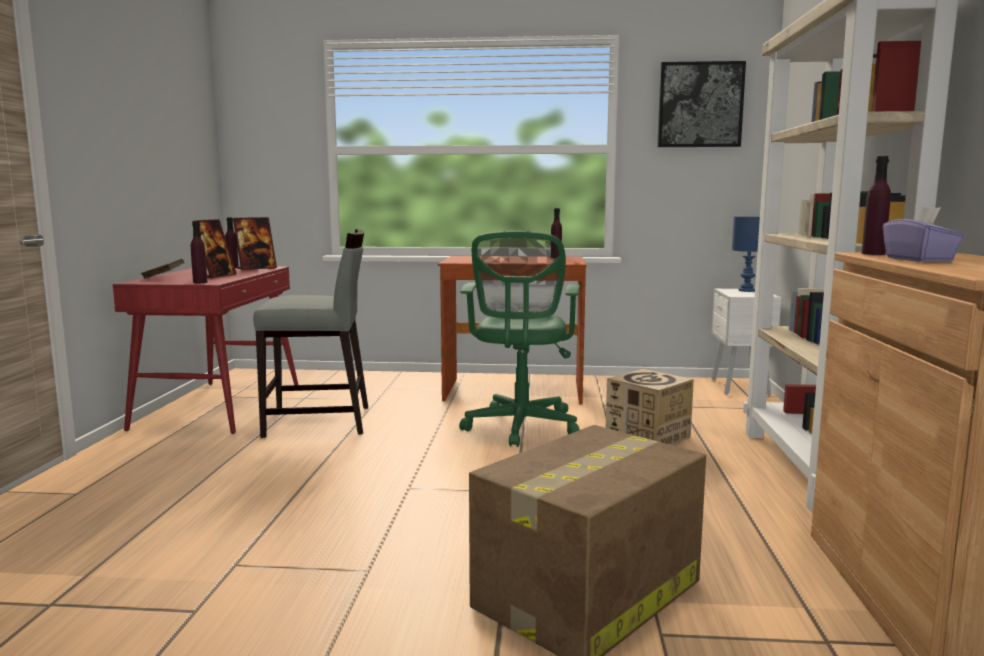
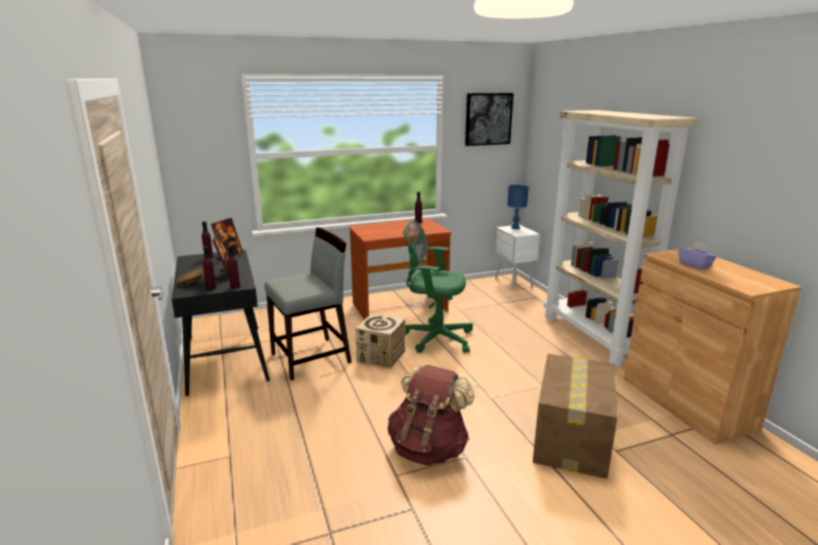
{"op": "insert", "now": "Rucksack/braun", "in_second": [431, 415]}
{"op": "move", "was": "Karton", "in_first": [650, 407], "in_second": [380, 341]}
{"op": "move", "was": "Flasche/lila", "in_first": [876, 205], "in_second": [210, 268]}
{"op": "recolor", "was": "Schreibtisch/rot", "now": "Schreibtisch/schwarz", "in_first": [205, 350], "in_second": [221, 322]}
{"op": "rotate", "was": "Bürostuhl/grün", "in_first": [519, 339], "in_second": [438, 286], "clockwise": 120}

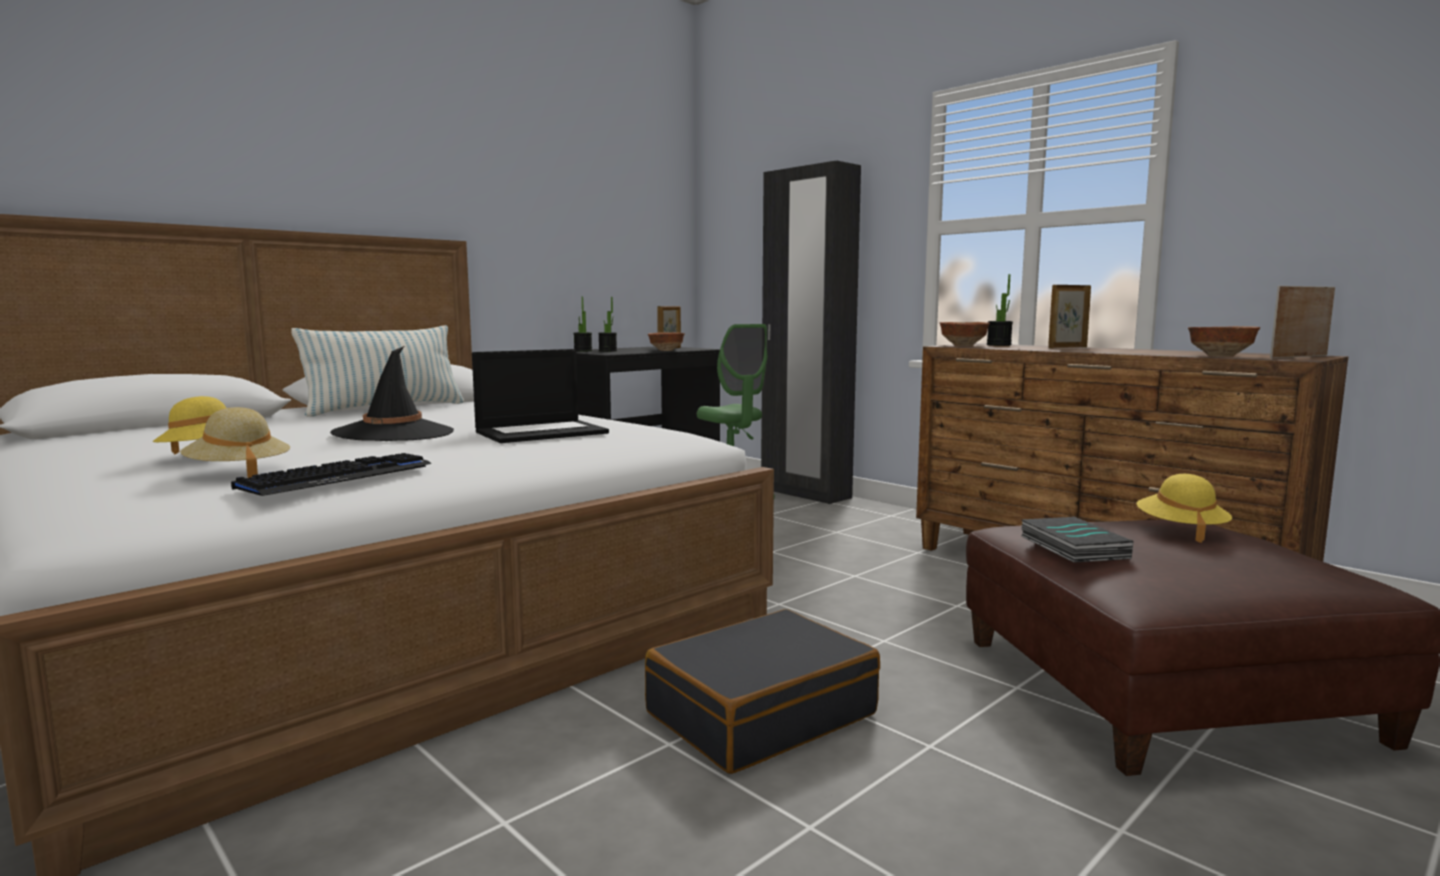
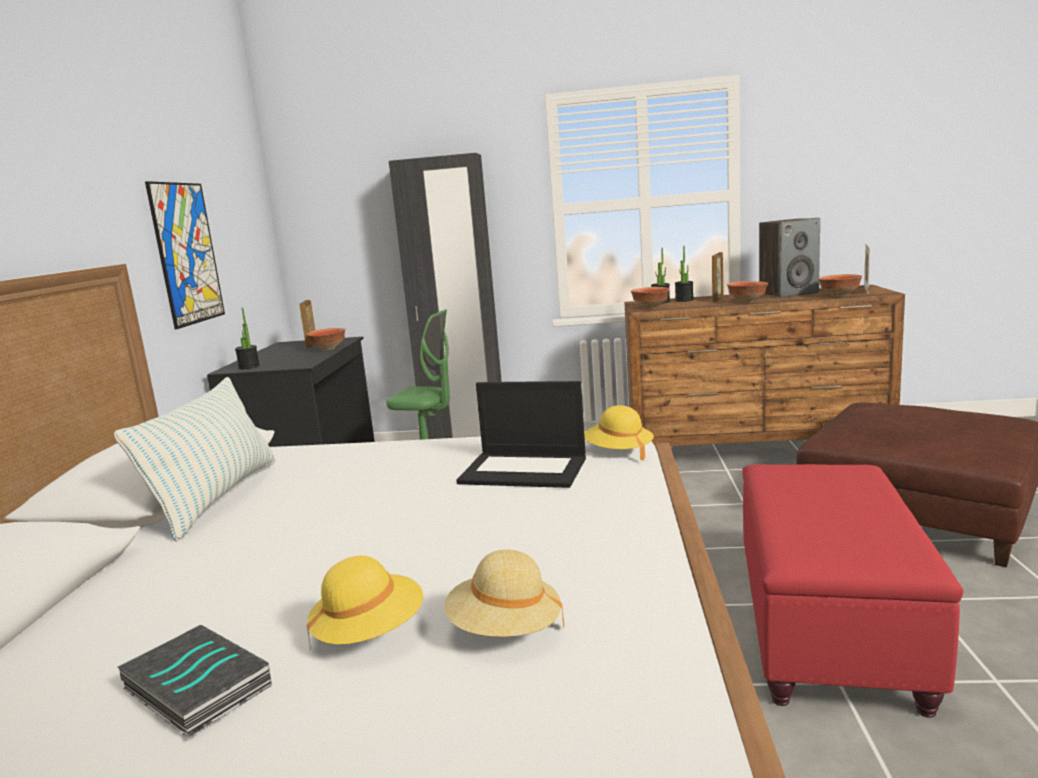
{"op": "delete", "was": "Tastatur", "in_first": [331, 474]}
{"op": "delete", "was": "Hut/schwarz", "in_first": [392, 393]}
{"op": "insert", "now": "Bild", "in_second": [185, 255]}
{"op": "insert", "now": "Schüssel", "in_second": [747, 292]}
{"op": "insert", "now": "Lautsprecher", "in_second": [789, 258]}
{"op": "move", "was": "Topfpflanze", "in_first": [607, 324], "in_second": [684, 274]}
{"op": "move", "was": "Buch", "in_first": [1077, 540], "in_second": [194, 681]}
{"op": "move", "was": "Hut/gelb", "in_first": [1184, 508], "in_second": [619, 433]}
{"op": "replace", "was": "Koffer/schwarz", "now": "Polsterhocker/rot", "in_first": [762, 691], "in_second": [853, 591]}
{"op": "rotate", "was": "Laptop", "in_first": [540, 396], "in_second": [521, 434], "clockwise": 90}

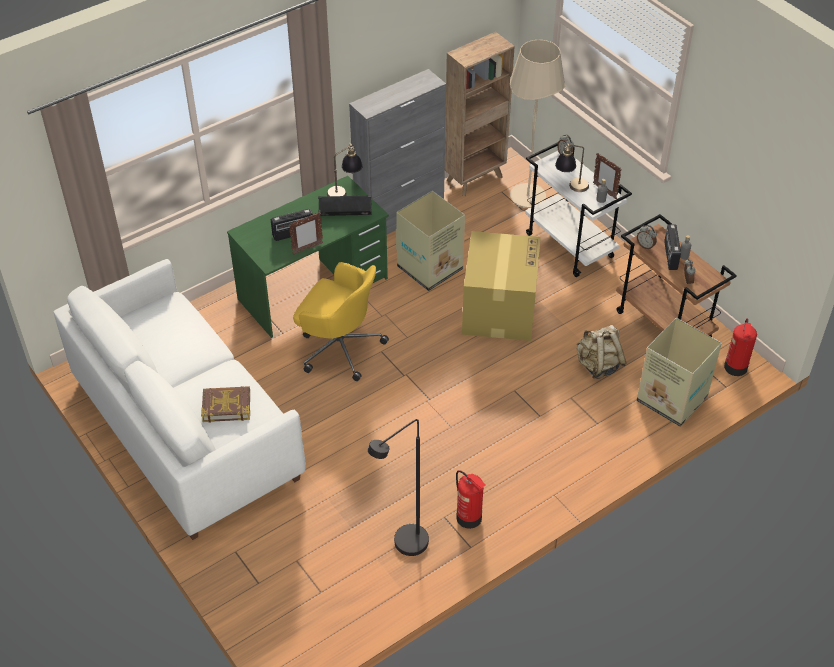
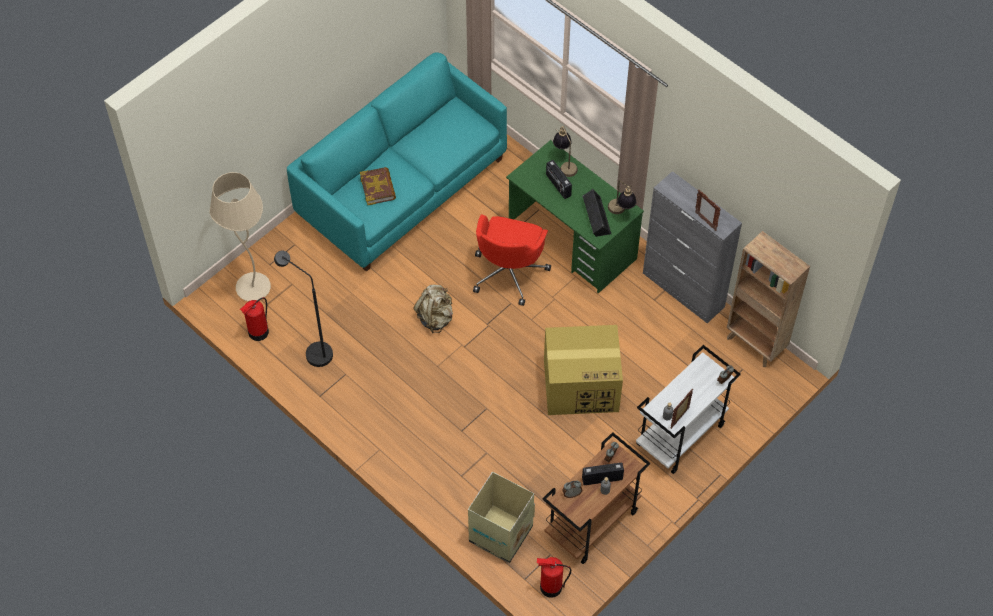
{"op": "delete", "was": "Karton", "in_first": [430, 241]}
{"op": "move", "was": "Bilderrahmen", "in_first": [306, 233], "in_second": [708, 210]}
{"op": "move", "was": "Feuerlöscher", "in_first": [471, 499], "in_second": [254, 319]}
{"op": "move", "was": "Stehlampe/beige", "in_first": [537, 124], "in_second": [240, 236]}
{"op": "move", "was": "Tischlampe", "in_first": [572, 167], "in_second": [565, 151]}
{"op": "move", "was": "Rucksack/beige", "in_first": [601, 352], "in_second": [433, 309]}
{"op": "recolor", "was": "Sofa/weiß", "now": "Sofa/türkis", "in_first": [179, 399], "in_second": [397, 162]}
{"op": "recolor", "was": "Bürostuhl/gelb", "now": "Bürostuhl/rot", "in_first": [341, 321], "in_second": [512, 260]}

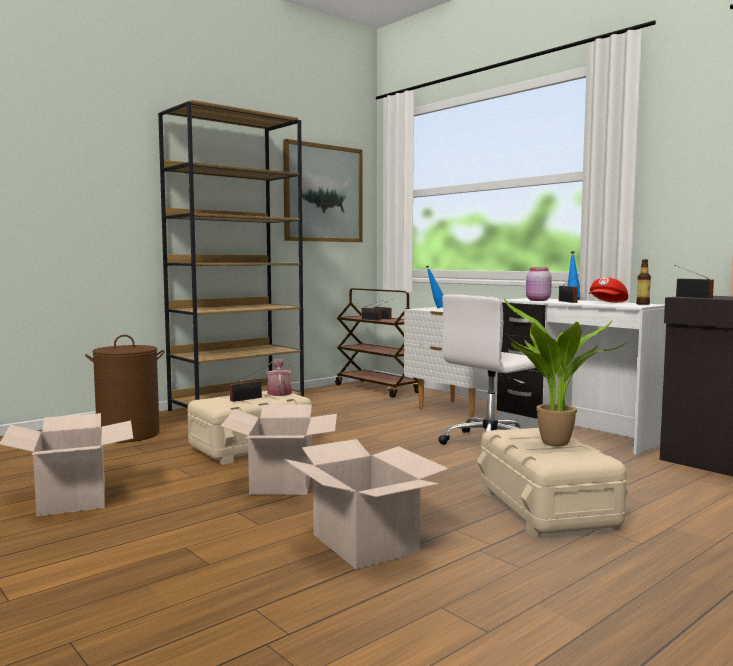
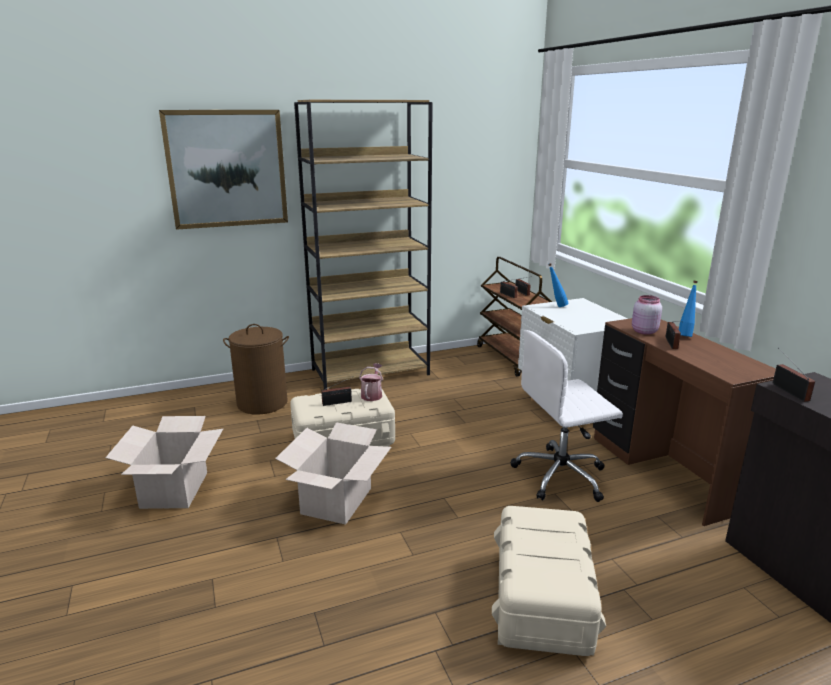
{"op": "delete", "was": "Karton", "in_first": [366, 504]}
{"op": "delete", "was": "Topfpflanze", "in_first": [565, 372]}
{"op": "delete", "was": "Kappe/rot", "in_first": [608, 290]}
{"op": "delete", "was": "Flasche", "in_first": [643, 282]}
{"op": "move", "was": "Bild", "in_first": [322, 190], "in_second": [223, 170]}
{"op": "recolor", "was": "Schreibtisch/weiß", "now": "Schreibtisch/braun", "in_first": [581, 376], "in_second": [684, 422]}

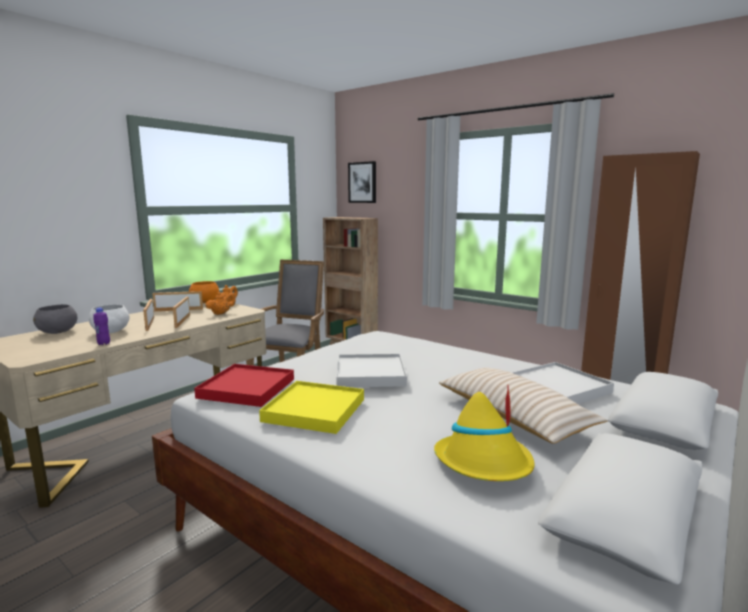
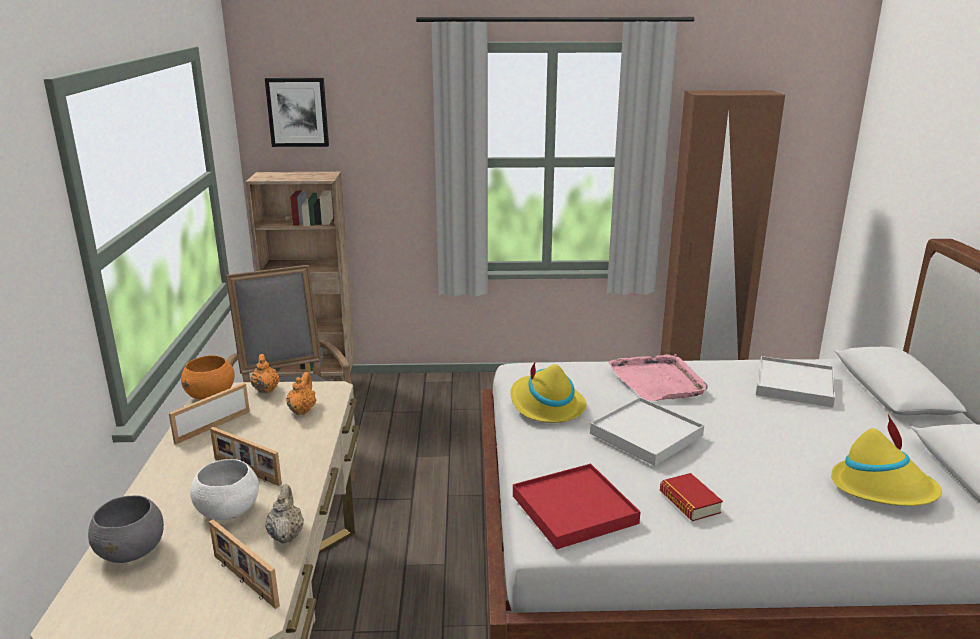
{"op": "delete", "was": "Kissen/beige", "in_first": [523, 406]}
{"op": "insert", "now": "Hut/gelb", "in_second": [549, 392]}
{"op": "insert", "now": "Tablett/rosa", "in_second": [658, 377]}
{"op": "move", "was": "Bilderrahmen", "in_first": [181, 312], "in_second": [244, 564]}
{"op": "replace", "was": "Flasche/lila", "now": "Teekanne/beige", "in_first": [101, 326], "in_second": [284, 514]}
{"op": "replace", "was": "Tablett/gelb", "now": "Buch", "in_first": [311, 407], "in_second": [691, 497]}

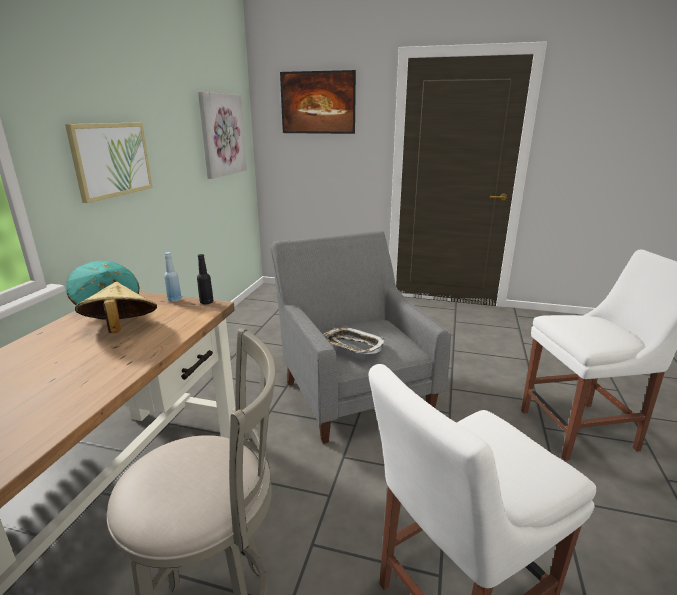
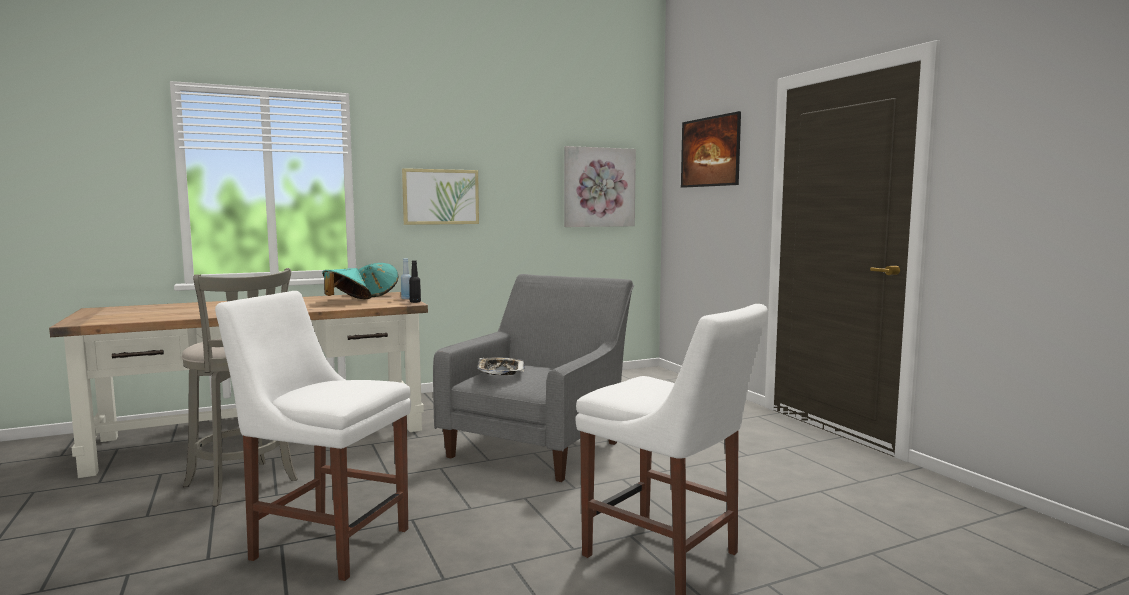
{"op": "recolor", "was": "Hut/beige", "now": "Hut/türkis", "in_first": [116, 307], "in_second": [346, 283]}

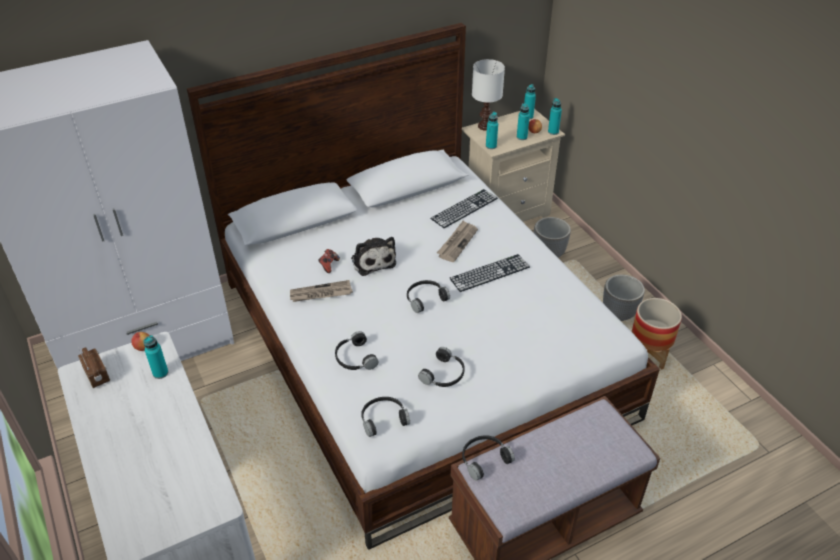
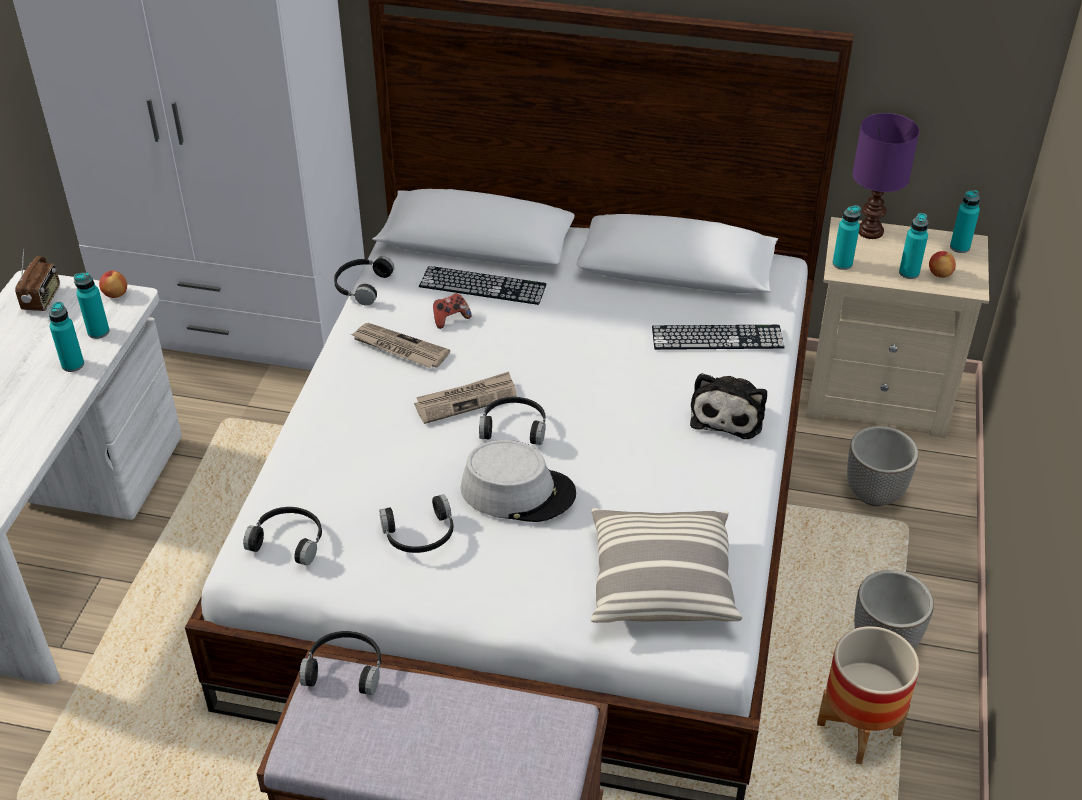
{"op": "insert", "now": "Hut/grau", "in_second": [518, 481]}
{"op": "insert", "now": "Kissen", "in_second": [666, 565]}
{"op": "move", "was": "Kopfhörer/schwarz", "in_first": [357, 350], "in_second": [364, 281]}
{"op": "move", "was": "Plüschtier", "in_first": [373, 256], "in_second": [728, 406]}
{"op": "move", "was": "Zeitung", "in_first": [457, 241], "in_second": [465, 398]}
{"op": "move", "was": "Tastatur", "in_first": [489, 273], "in_second": [483, 285]}
{"op": "move", "was": "Flasche/türkis", "in_first": [555, 116], "in_second": [66, 337]}
{"op": "recolor", "was": "Tischlampe/weiß", "now": "Tischlampe/lila", "in_first": [488, 95], "in_second": [886, 176]}

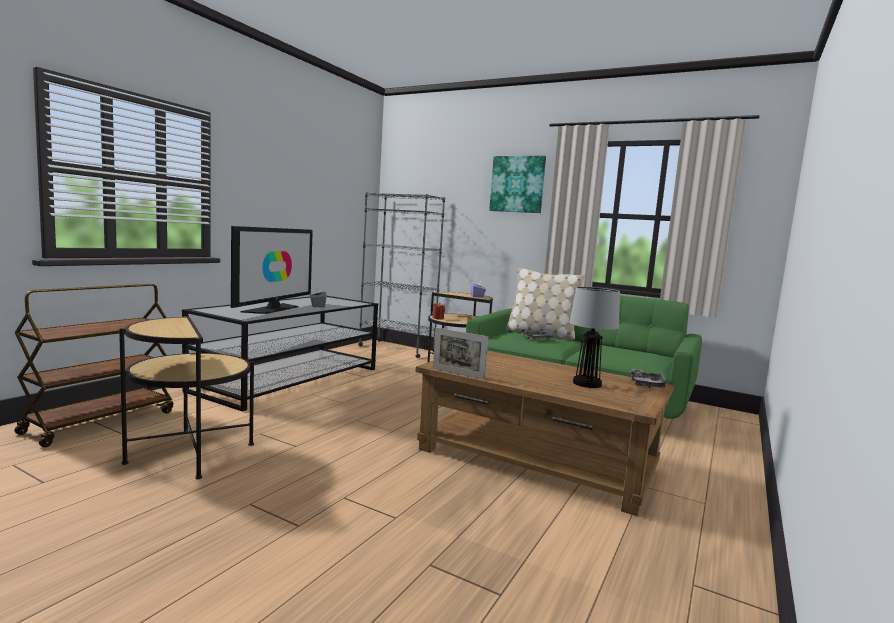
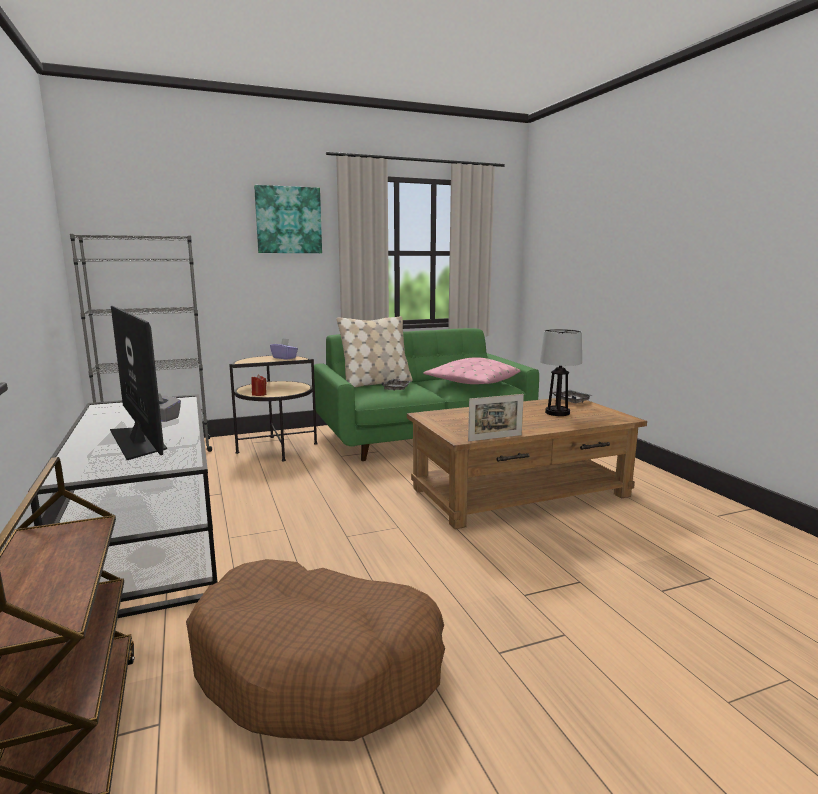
{"op": "insert", "now": "Kissen/rosa", "in_second": [471, 370]}
{"op": "replace", "was": "Beistelltisch", "now": "Hundebett/braun", "in_first": [186, 397], "in_second": [315, 650]}

